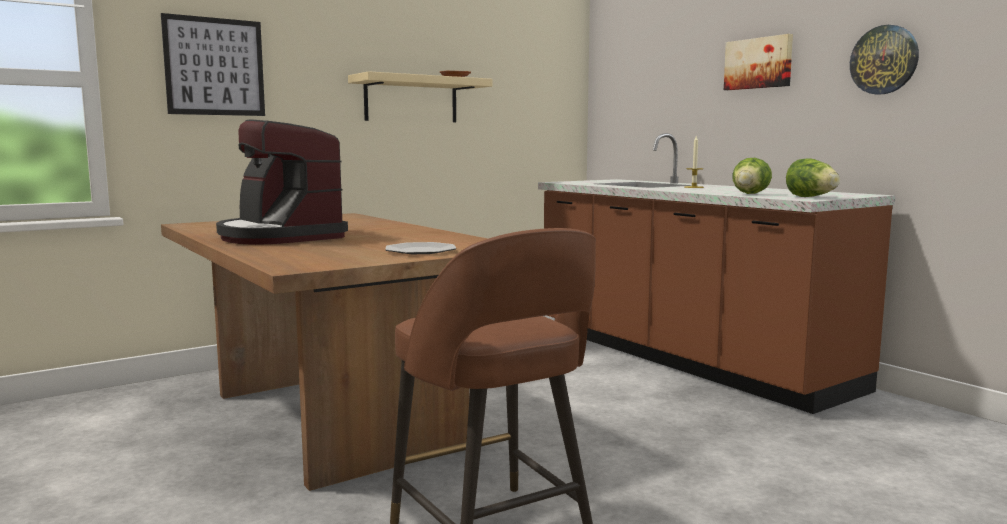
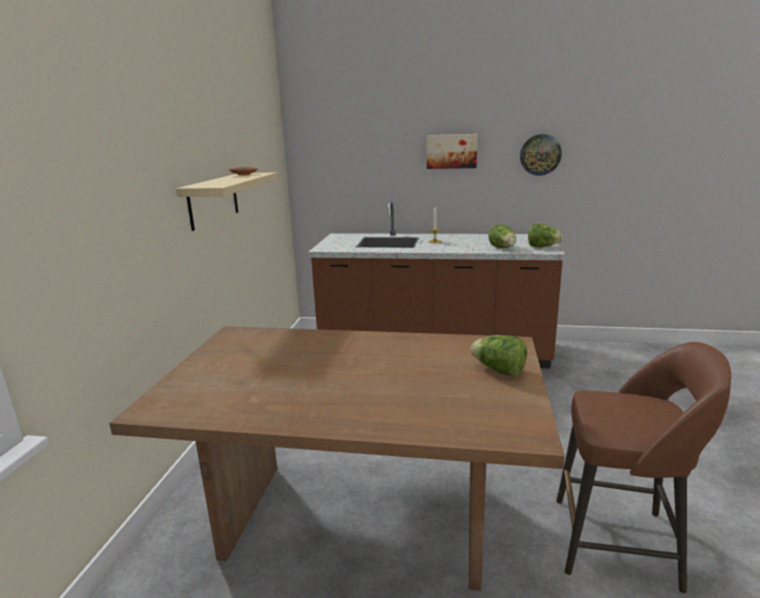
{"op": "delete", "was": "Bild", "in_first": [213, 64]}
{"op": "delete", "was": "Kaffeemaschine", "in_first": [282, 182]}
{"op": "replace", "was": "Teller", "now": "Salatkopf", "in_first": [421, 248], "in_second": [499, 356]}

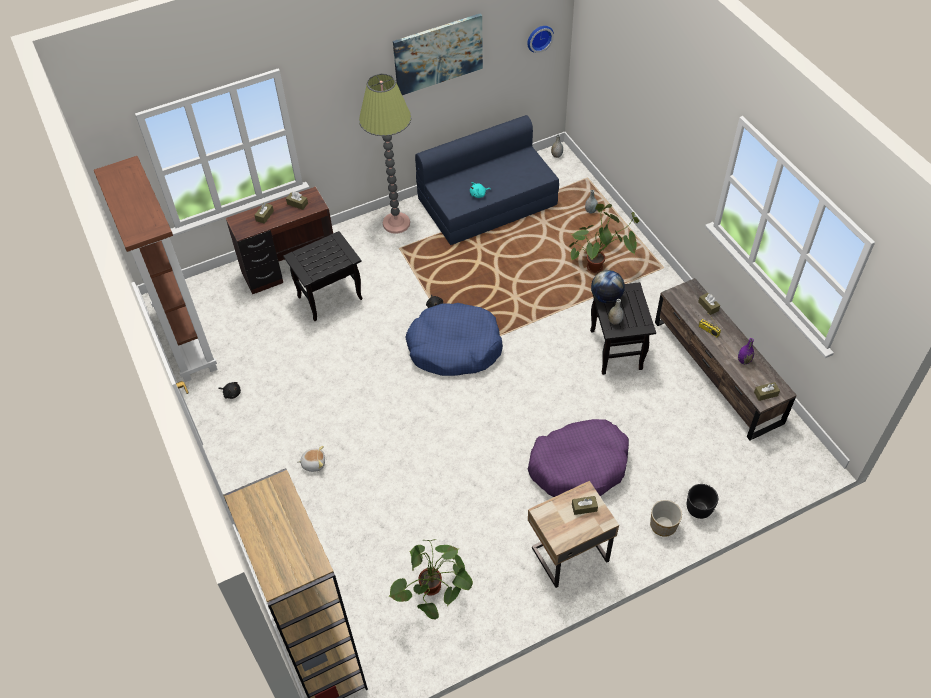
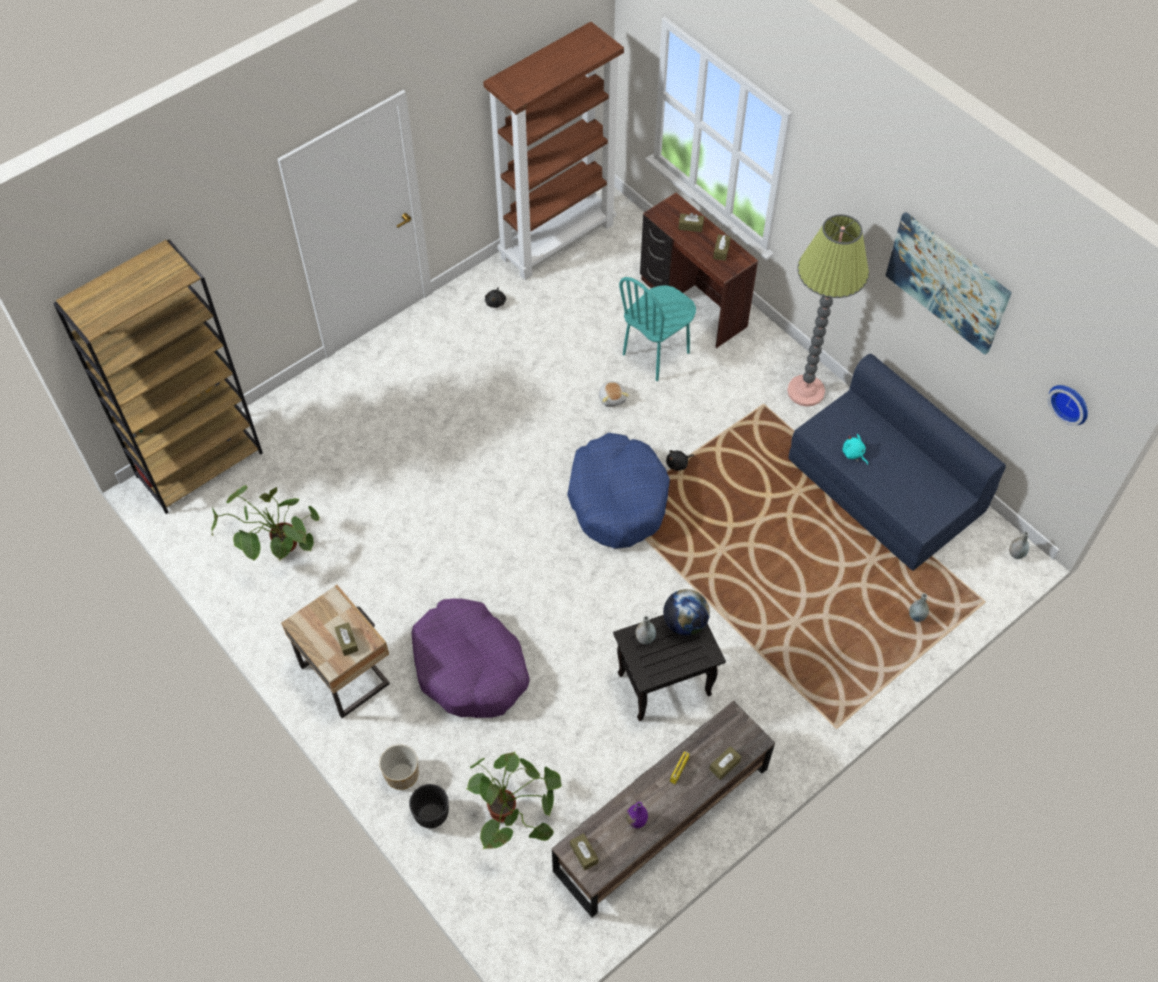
{"op": "move", "was": "Plüschtier", "in_first": [311, 459], "in_second": [614, 394]}
{"op": "move", "was": "Topfpflanze", "in_first": [604, 238], "in_second": [514, 801]}
{"op": "replace", "was": "Beistelltisch/schwarz", "now": "Stuhl/türkis", "in_first": [322, 276], "in_second": [657, 329]}

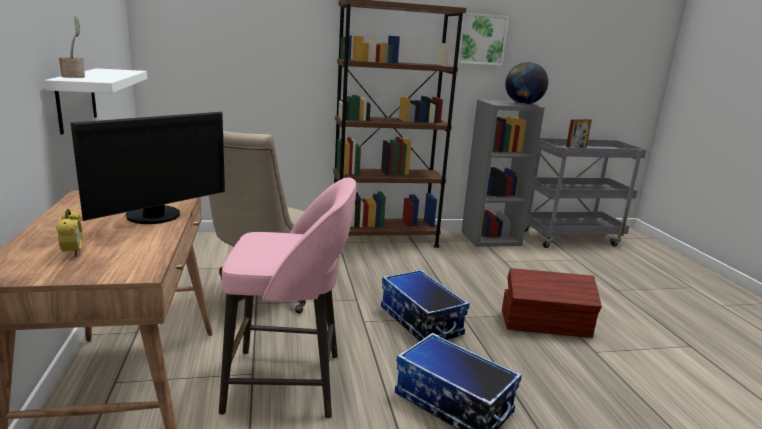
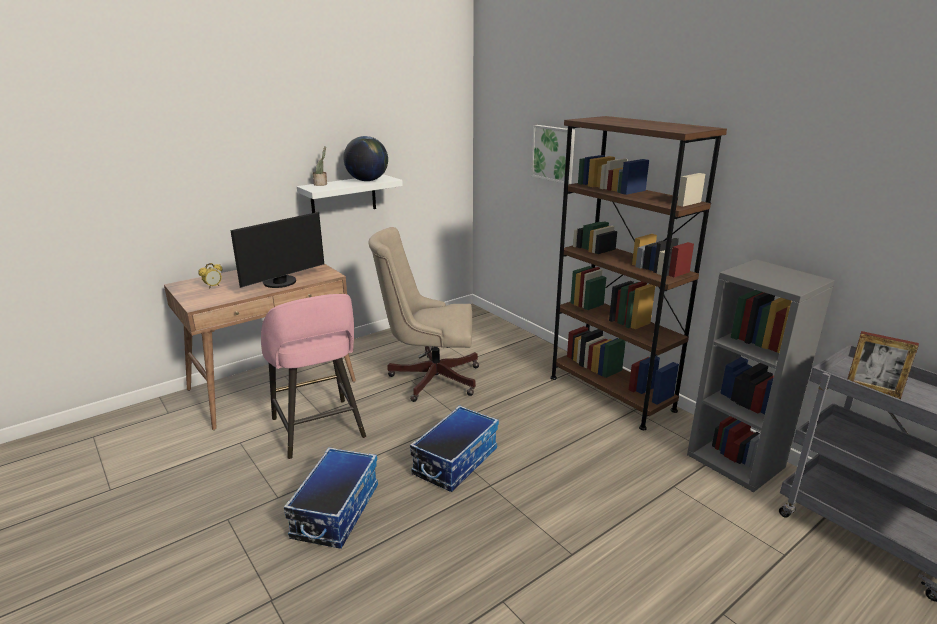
{"op": "delete", "was": "Aufbewahrungsbox/braun", "in_first": [552, 303]}
{"op": "move", "was": "Bild", "in_first": [483, 39], "in_second": [553, 154]}
{"op": "move", "was": "Globus", "in_first": [526, 83], "in_second": [365, 158]}
{"op": "rotate", "was": "Monitor", "in_first": [148, 168], "in_second": [277, 250], "clockwise": -60}

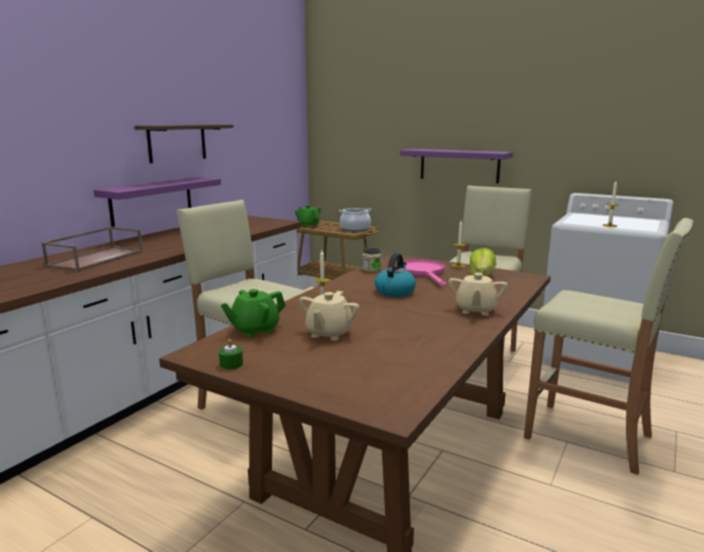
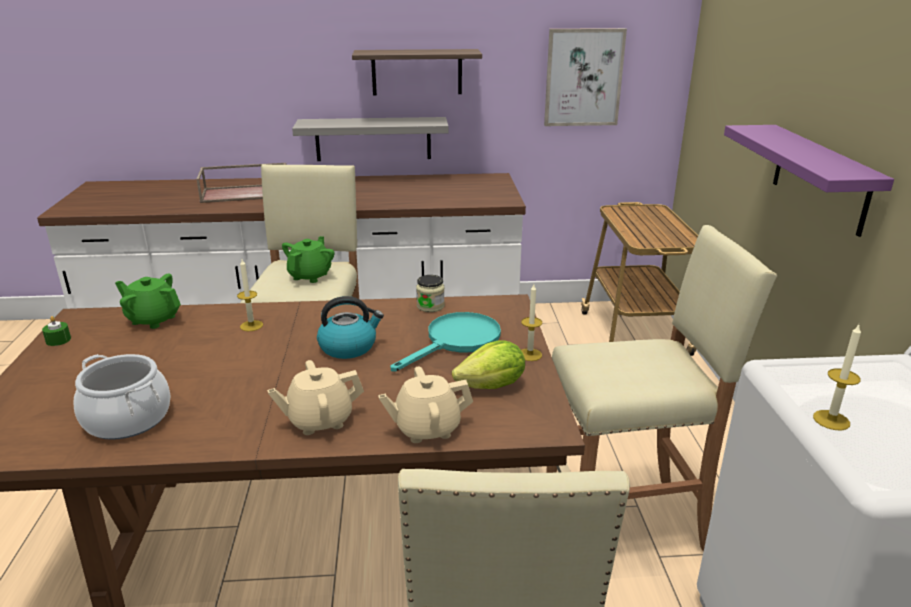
{"op": "insert", "now": "Bild", "in_second": [585, 77]}
{"op": "move", "was": "Teekanne/grün", "in_first": [308, 216], "in_second": [308, 259]}
{"op": "move", "was": "Teekanne/beige", "in_first": [329, 316], "in_second": [425, 405]}
{"op": "move", "was": "Kochtopf", "in_first": [355, 220], "in_second": [122, 397]}
{"op": "recolor", "was": "Wandregal/lila", "now": "Wandregal/grau", "in_first": [157, 202], "in_second": [370, 139]}
{"op": "recolor", "was": "Pfanne/rosa", "now": "Pfanne/türkis", "in_first": [424, 273], "in_second": [446, 341]}

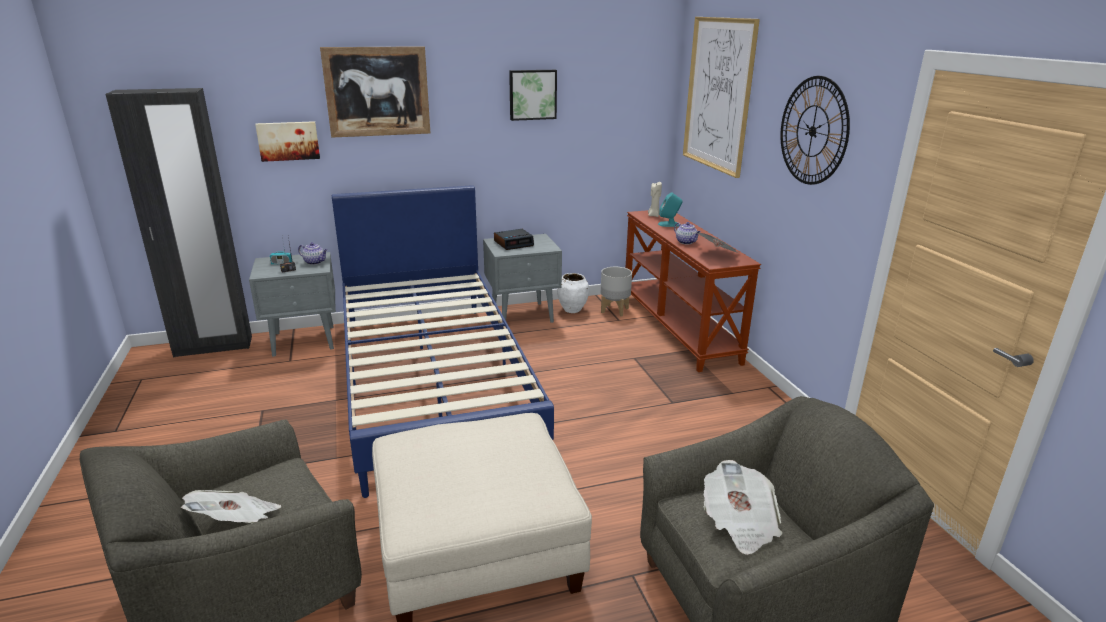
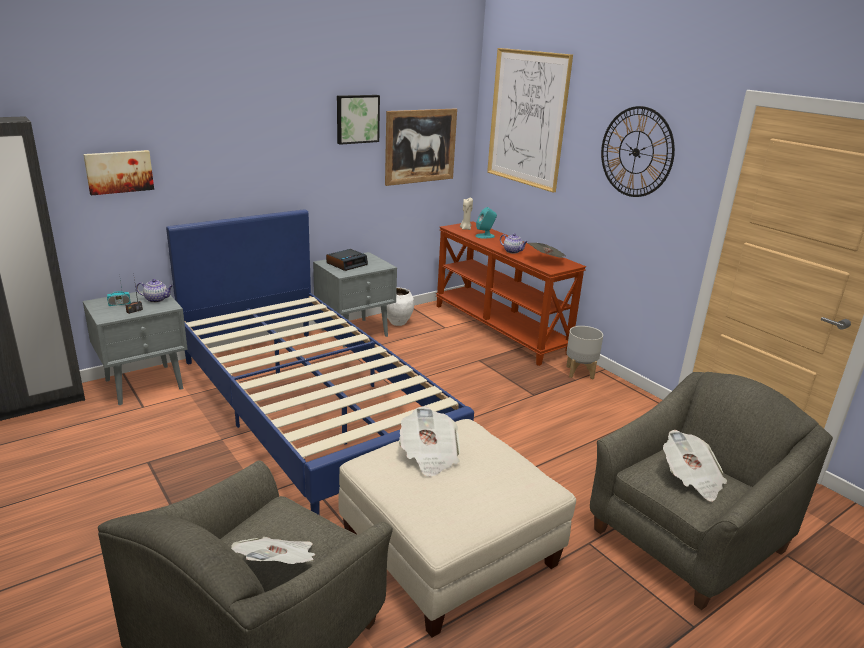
{"op": "insert", "now": "Zeitung", "in_second": [429, 442]}
{"op": "move", "was": "Bild", "in_first": [375, 92], "in_second": [421, 147]}
{"op": "move", "was": "Pflanzkübel/grau", "in_first": [616, 292], "in_second": [584, 353]}

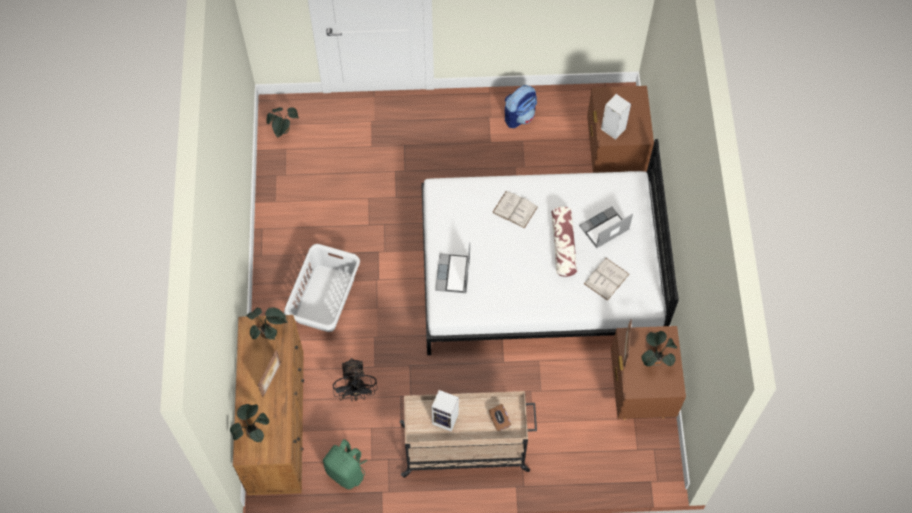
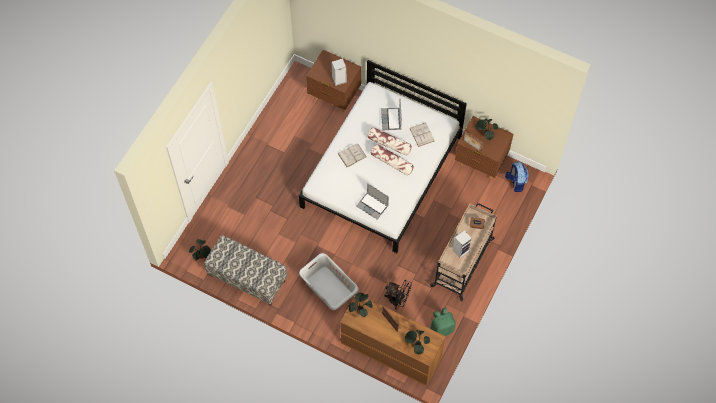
{"op": "insert", "now": "Bank", "in_second": [246, 270]}
{"op": "insert", "now": "Kissen", "in_second": [392, 160]}
{"op": "move", "was": "Rucksack", "in_first": [521, 106], "in_second": [517, 176]}

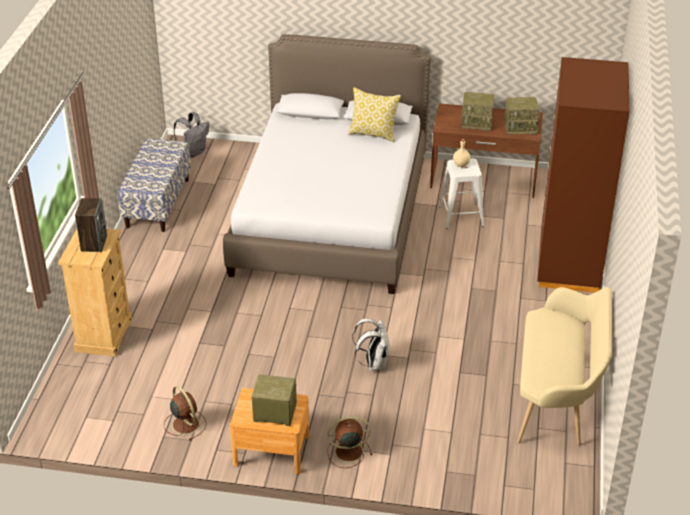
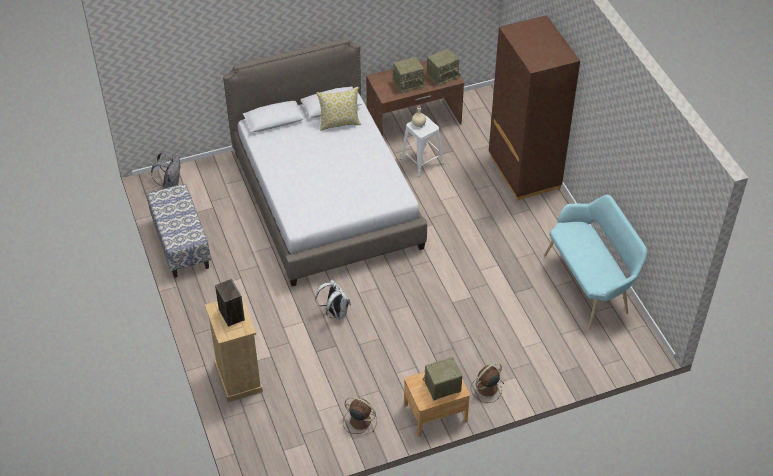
{"op": "move", "was": "Rucksack/weiß", "in_first": [371, 344], "in_second": [333, 300]}
{"op": "recolor", "was": "Bank/beige", "now": "Bank/türkis", "in_first": [564, 366], "in_second": [595, 262]}

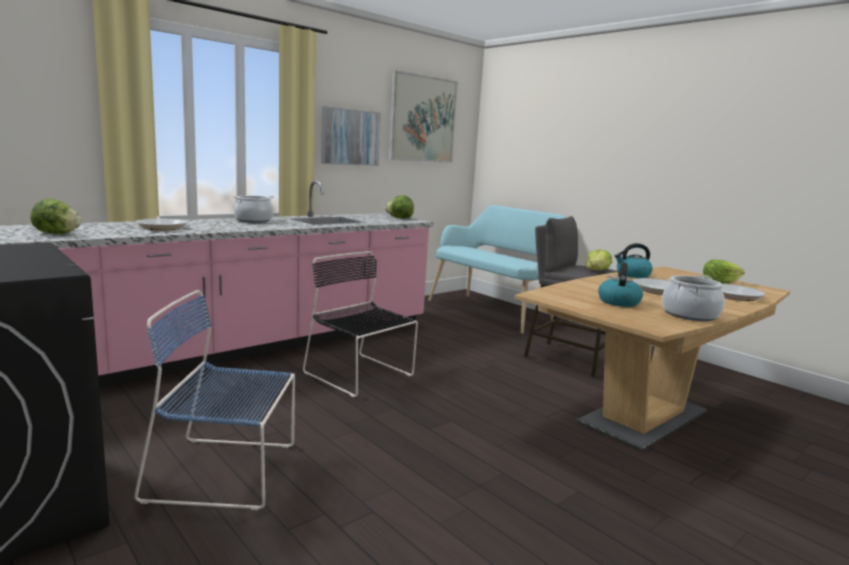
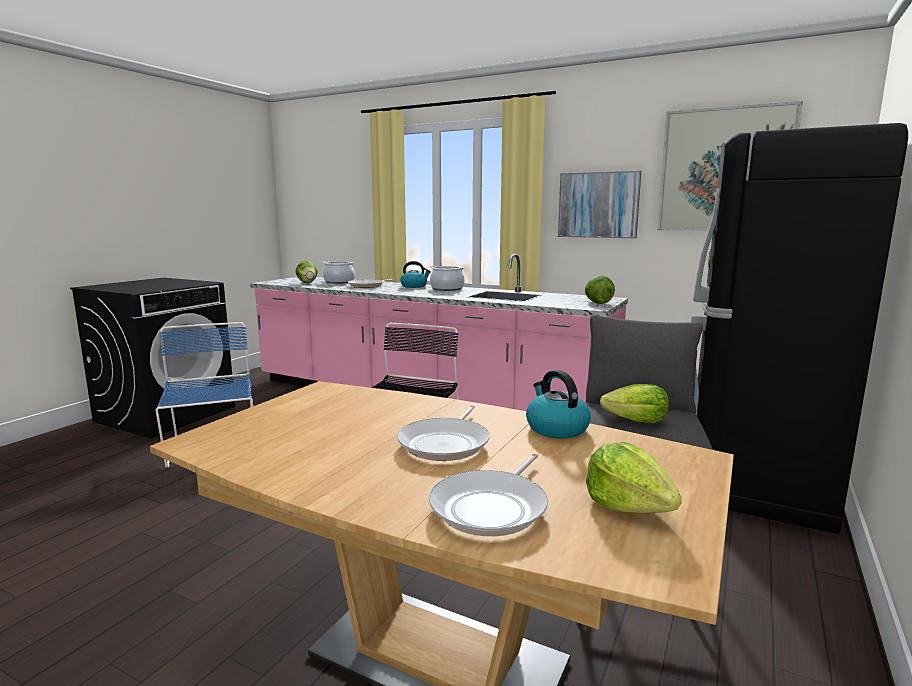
{"op": "move", "was": "Wasserkessel", "in_first": [620, 284], "in_second": [416, 274]}
{"op": "move", "was": "Kochtopf", "in_first": [693, 298], "in_second": [339, 272]}
{"op": "replace", "was": "Bank/türkis", "now": "Kühlschrank/schwarz", "in_first": [497, 269], "in_second": [799, 328]}

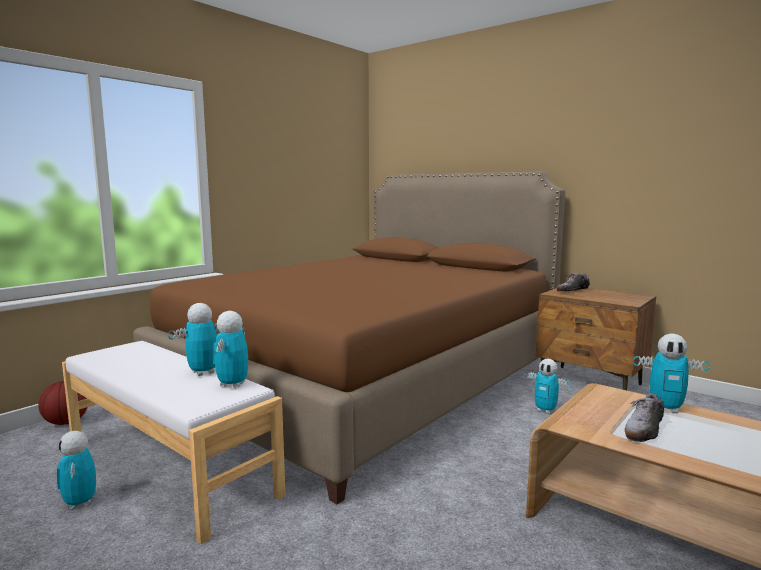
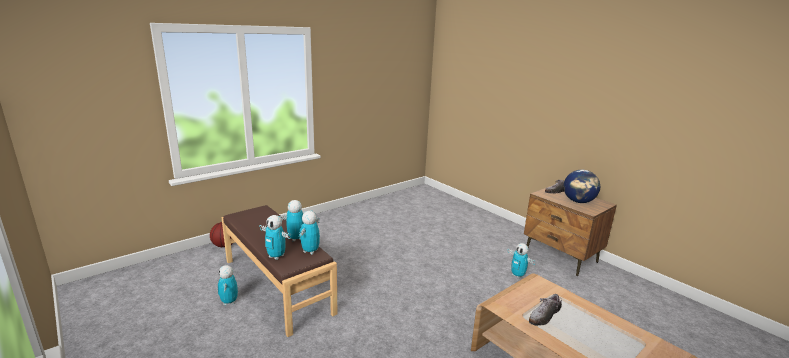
{"op": "delete", "was": "Bett/braun", "in_first": [349, 337]}
{"op": "insert", "now": "Globus", "in_second": [582, 186]}
{"op": "move", "was": "Spielzeugroboter", "in_first": [671, 373], "in_second": [275, 237]}
{"op": "recolor", "was": "Bank/weiß", "now": "Bank/braun", "in_first": [174, 442], "in_second": [279, 271]}

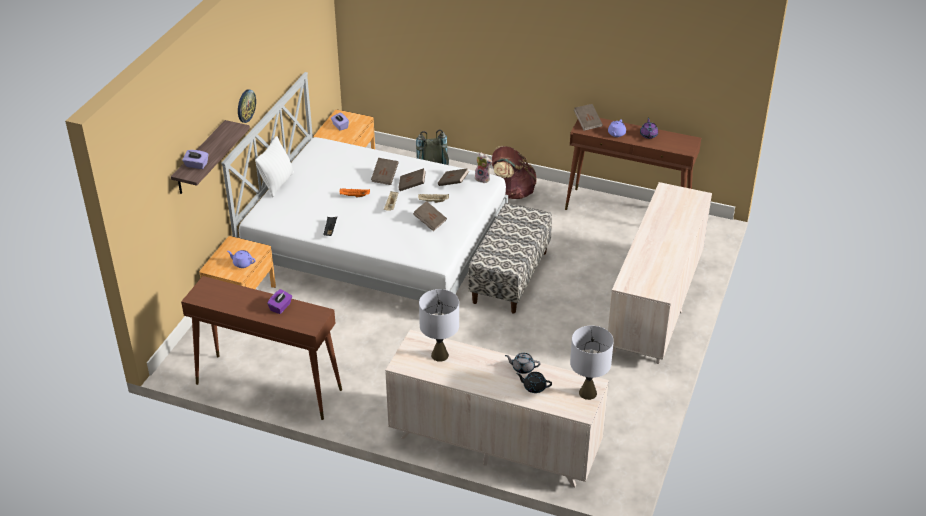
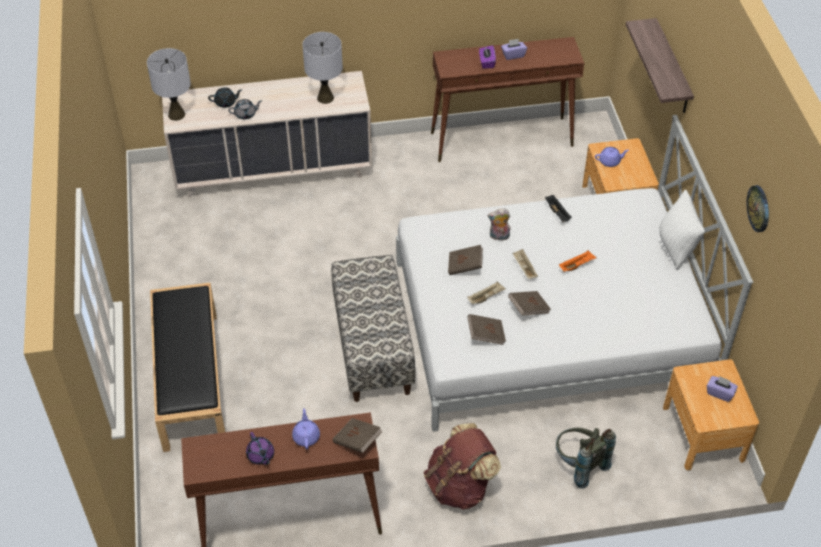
{"op": "delete", "was": "Buch/braun", "in_first": [385, 171]}
{"op": "move", "was": "Taschentuchbox/lila", "in_first": [195, 159], "in_second": [514, 49]}
{"op": "move", "was": "Wanduhr", "in_first": [247, 106], "in_second": [758, 208]}
{"op": "move", "was": "Plüschtier", "in_first": [483, 168], "in_second": [498, 224]}
{"op": "replace", "was": "Kommode/beige", "now": "Bank/schwarz", "in_first": [660, 273], "in_second": [187, 367]}

